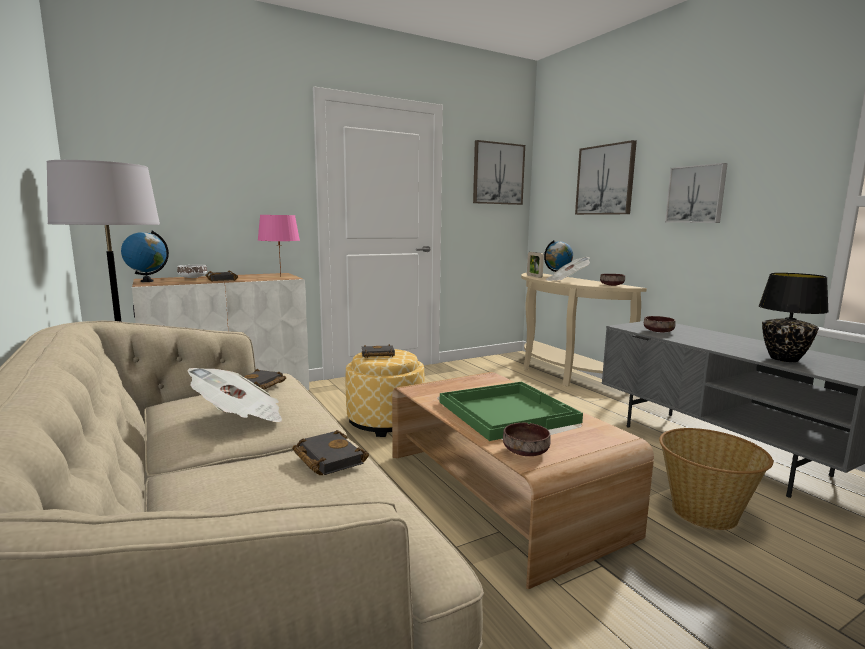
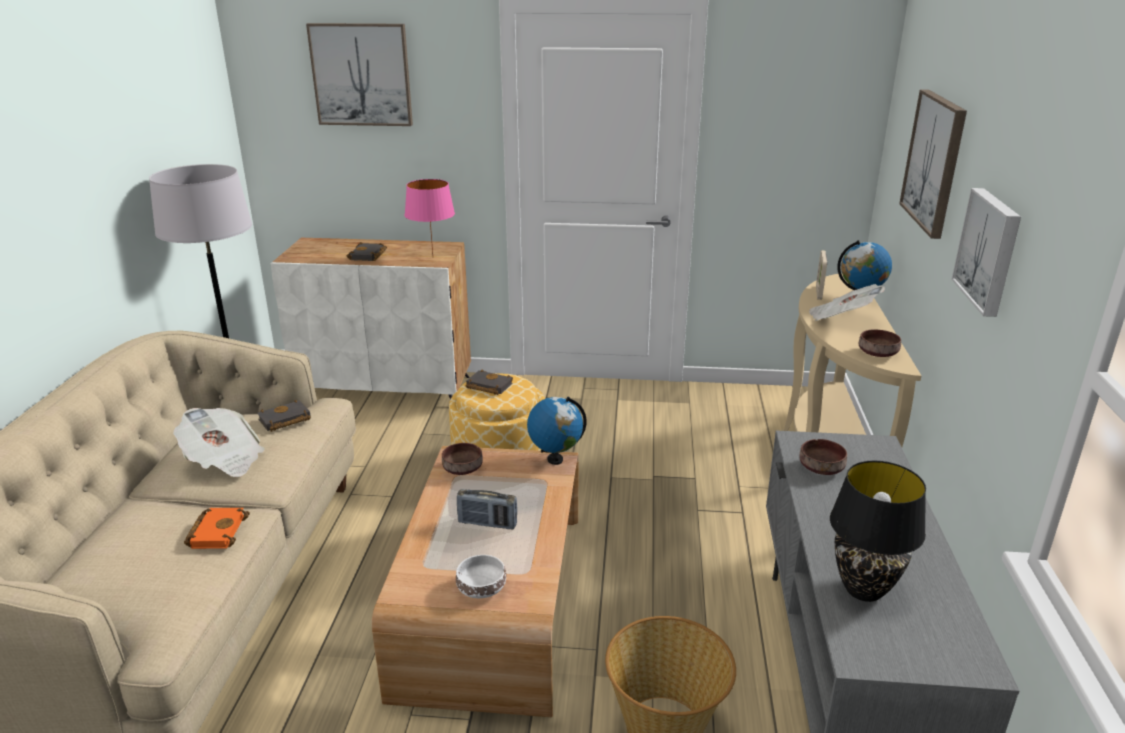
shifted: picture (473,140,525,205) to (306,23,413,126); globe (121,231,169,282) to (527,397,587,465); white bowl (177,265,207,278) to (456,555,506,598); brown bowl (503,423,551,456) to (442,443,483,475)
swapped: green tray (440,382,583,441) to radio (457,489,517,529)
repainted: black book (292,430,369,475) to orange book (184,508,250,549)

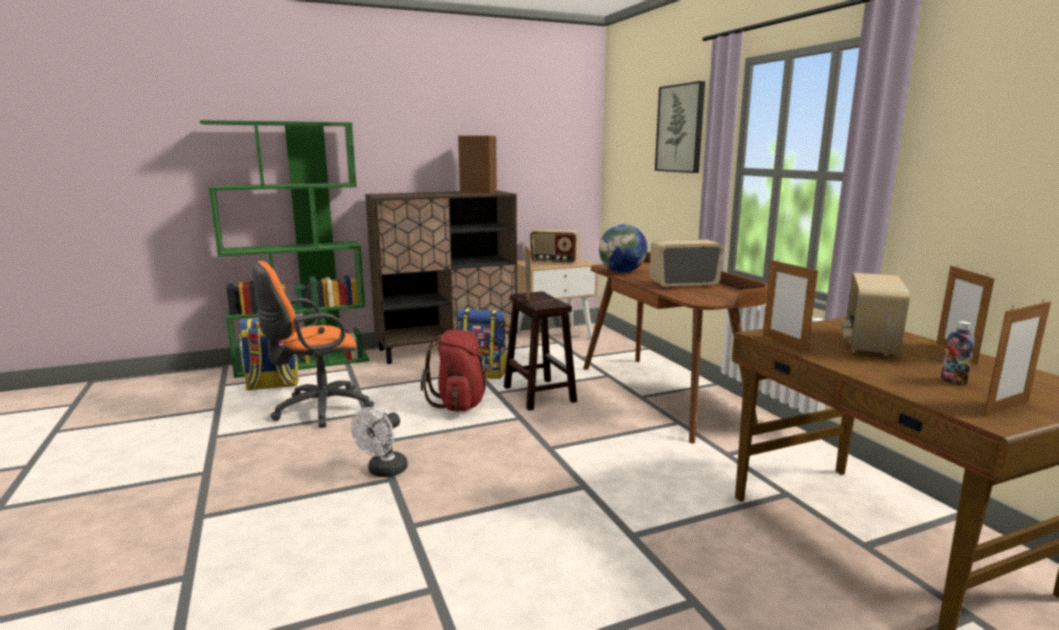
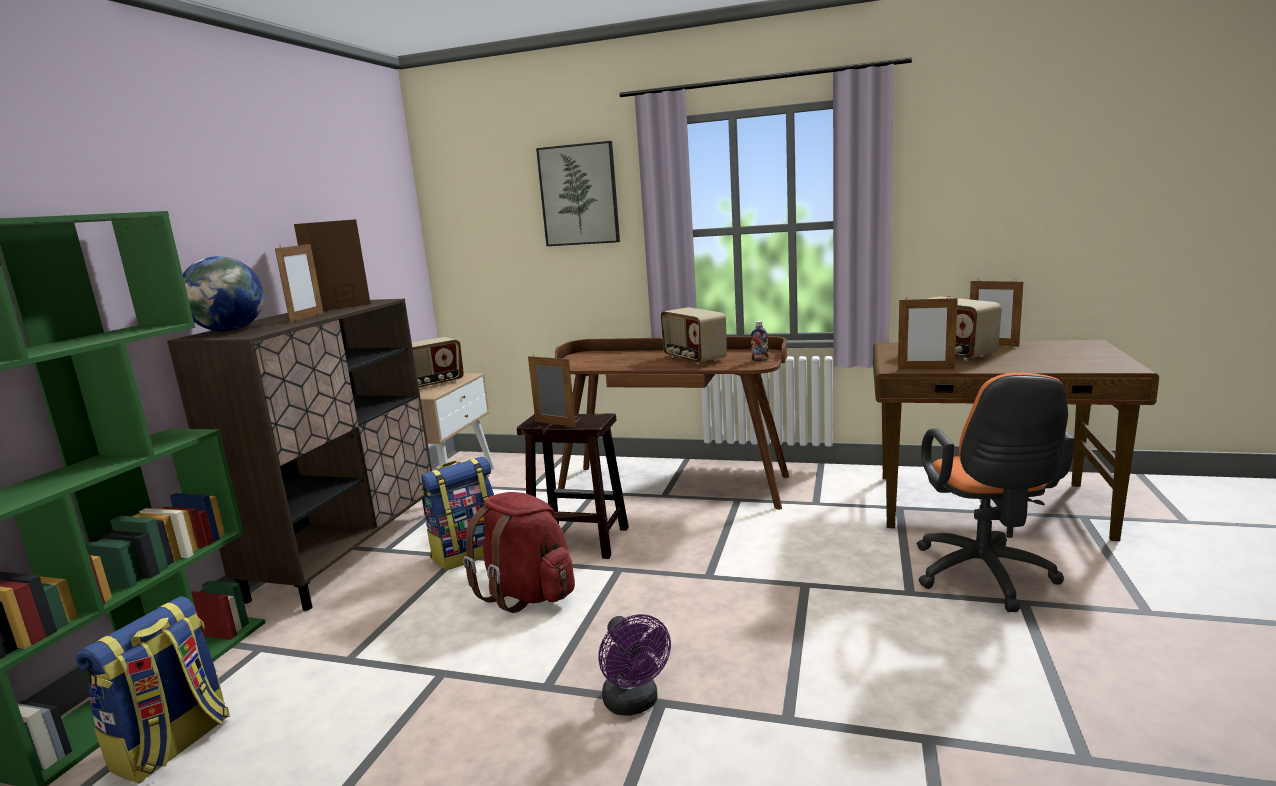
shifted: globe (599,224,647,273) to (183,256,264,332); orange office chair (253,261,374,428) to (917,373,1075,612); picture frame (984,299,1051,416) to (275,242,324,322); bottle (941,321,975,385) to (751,321,769,361)
repainted: white fan (351,407,408,477) to purple fan (598,614,671,716)
rotated: radio (650,239,724,288) = (661,307,727,365) 60 degrees counterclockwise

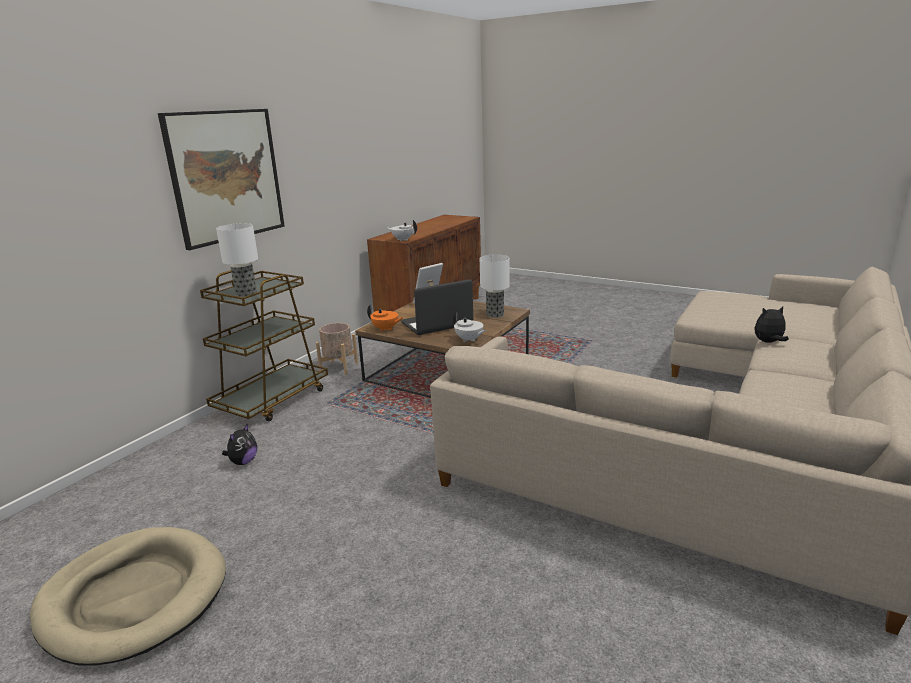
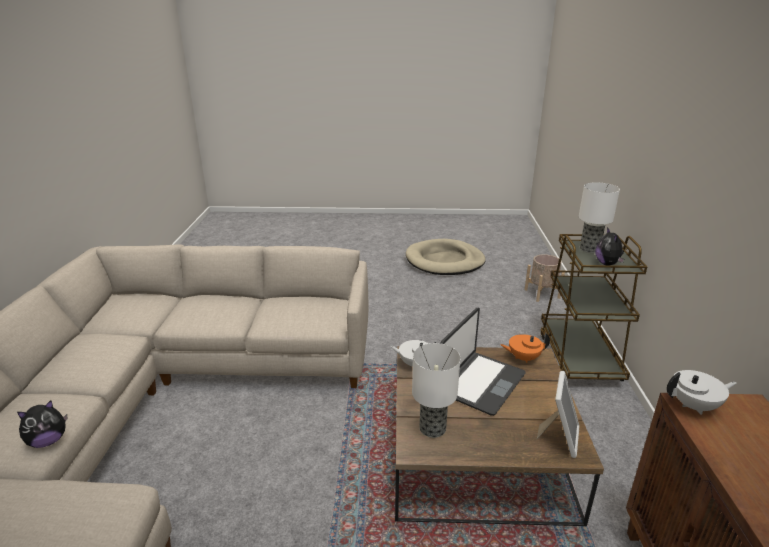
gone: picture (158,109,285,250)
shifted: beige planter (316,323,358,375) to (525,254,565,302); plush toy (222,423,257,465) to (596,227,624,265)

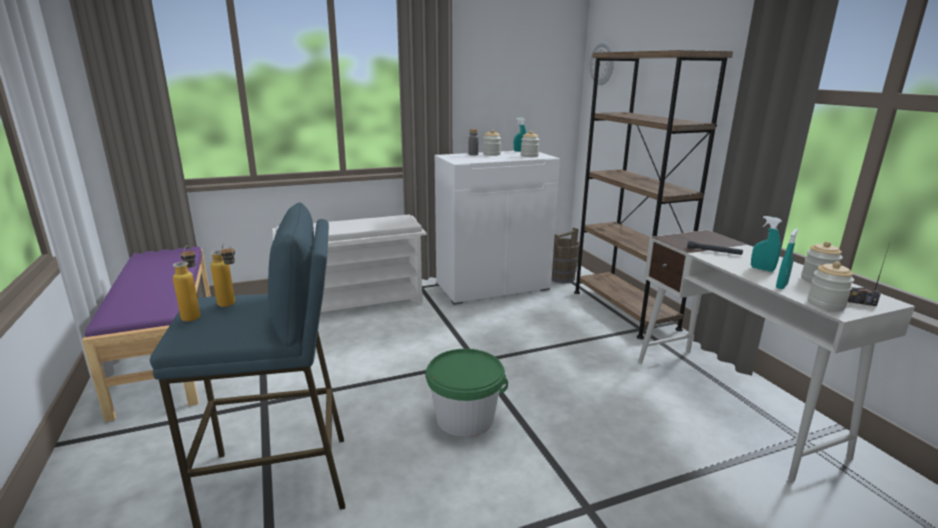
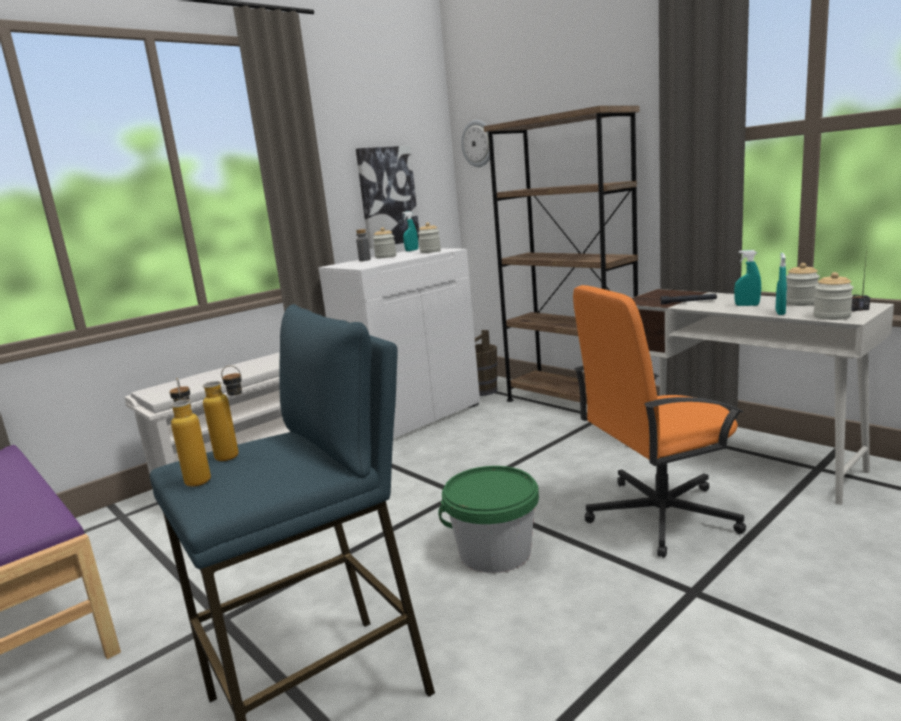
new: picture (356,146,419,249); orange office chair (573,285,746,558)

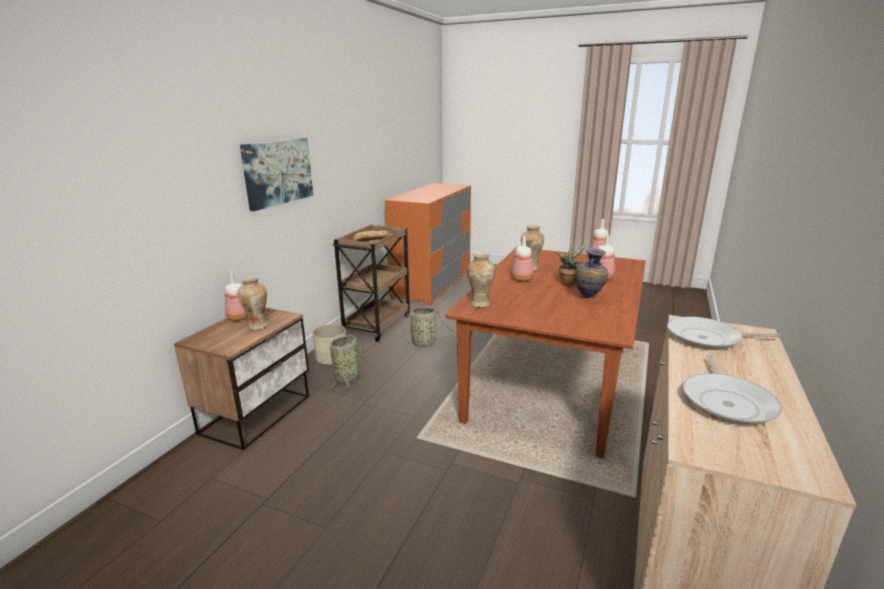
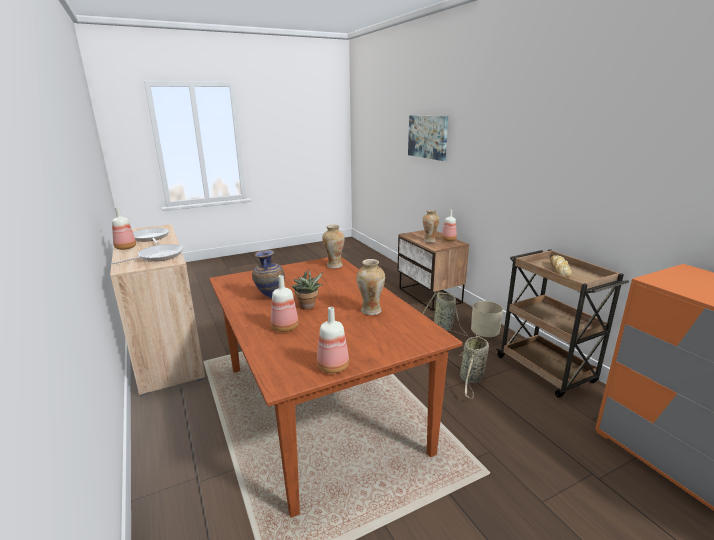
shifted: picture (240,138,313,211) to (408,115,448,161); bottle (511,235,533,282) to (112,207,136,250)

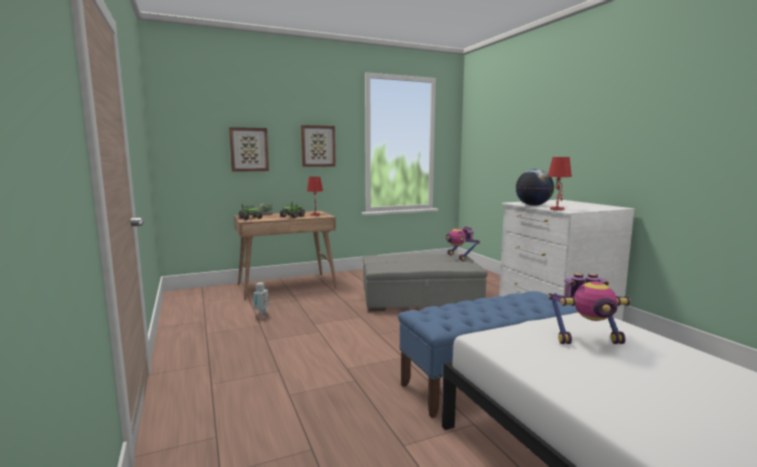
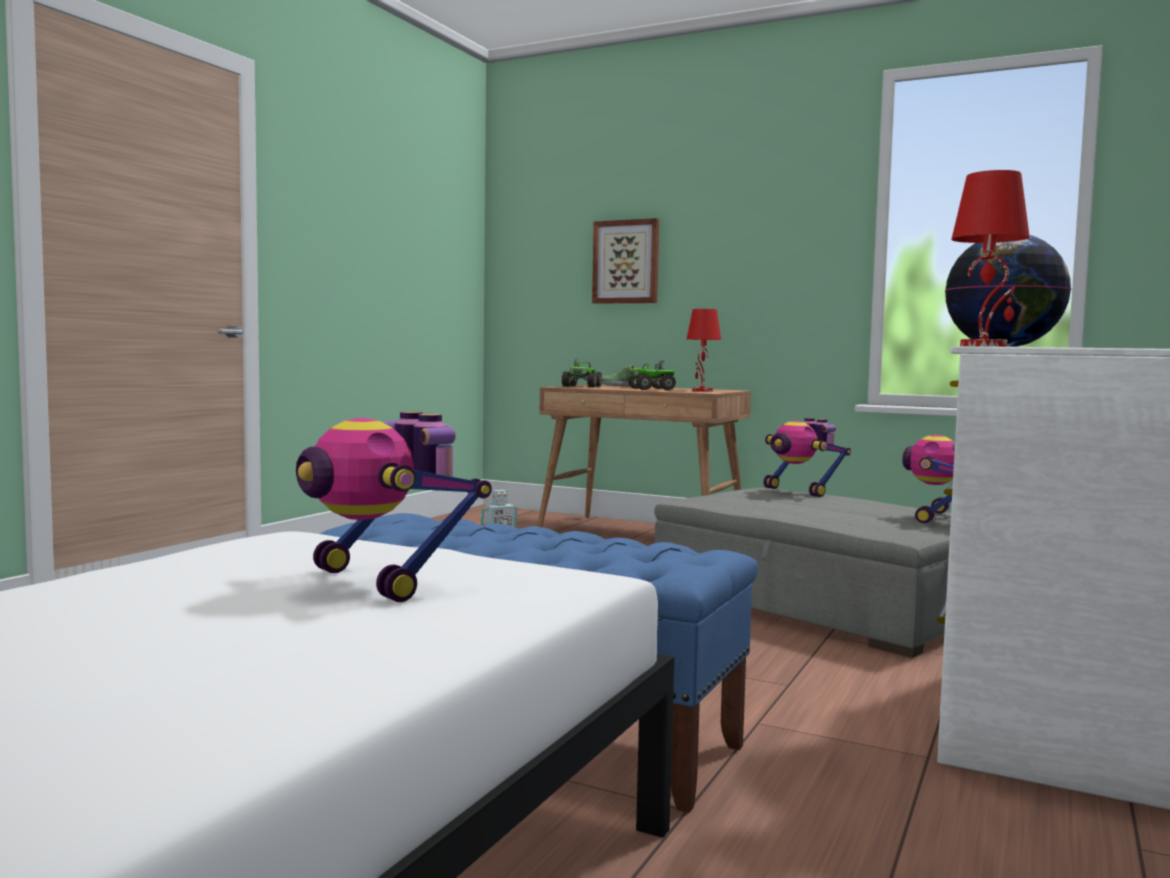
gone: picture (301,125,336,167)
new: toy robot (763,418,851,497)

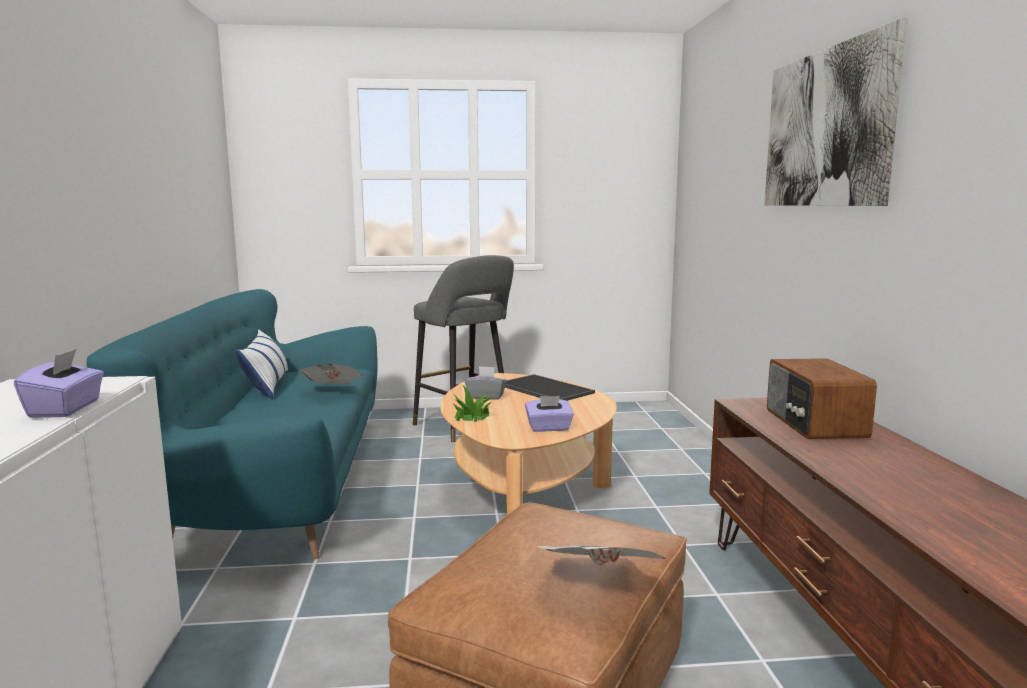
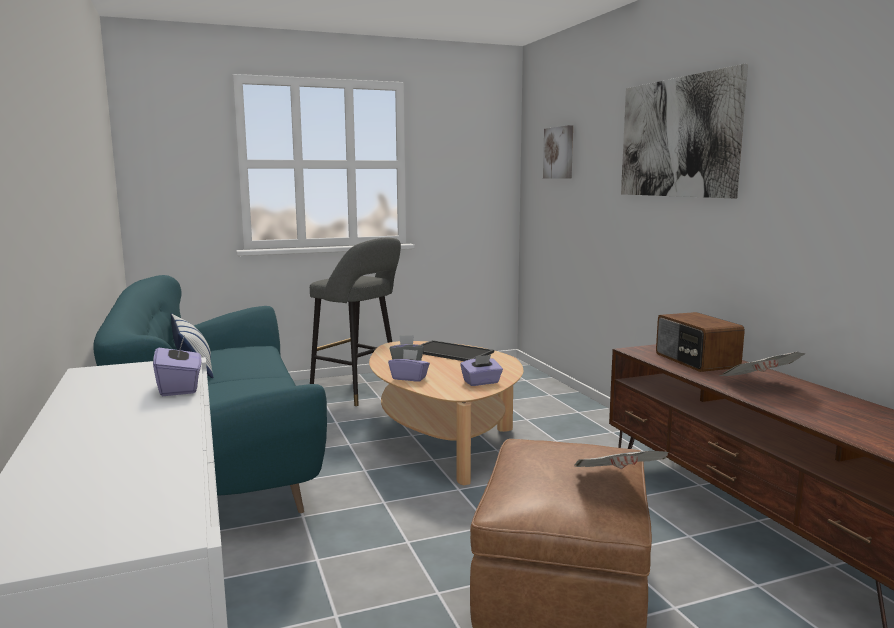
new: picture (543,125,573,179)
shifted: newspaper (298,363,362,384) to (719,352,805,376)
swapped: potted plant (453,384,492,422) to purple tissue box (388,349,430,382)

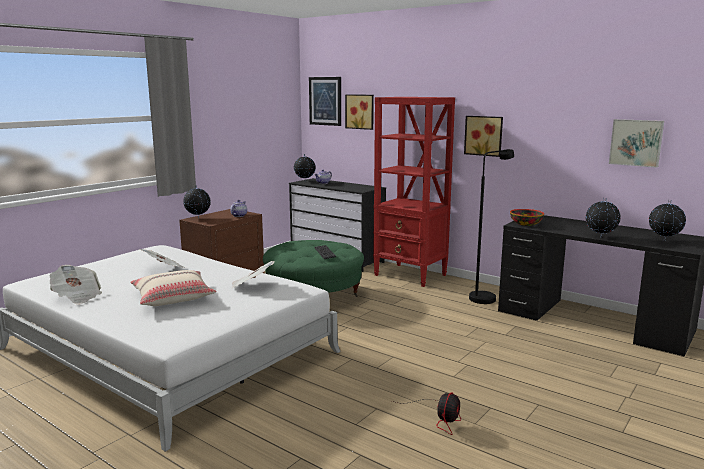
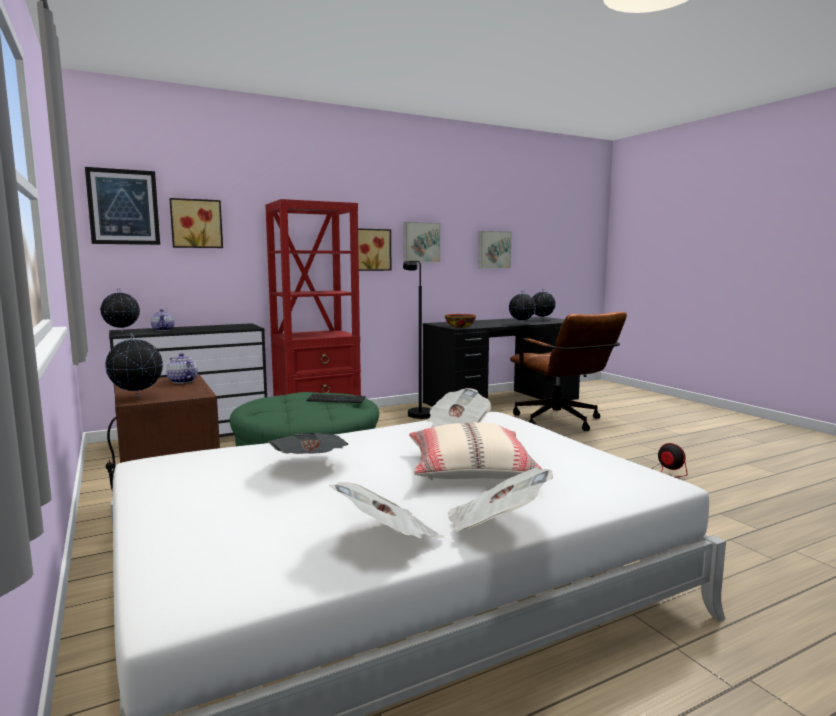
new: picture (403,222,441,262); brown office chair (510,312,627,431); newspaper (448,467,553,533)

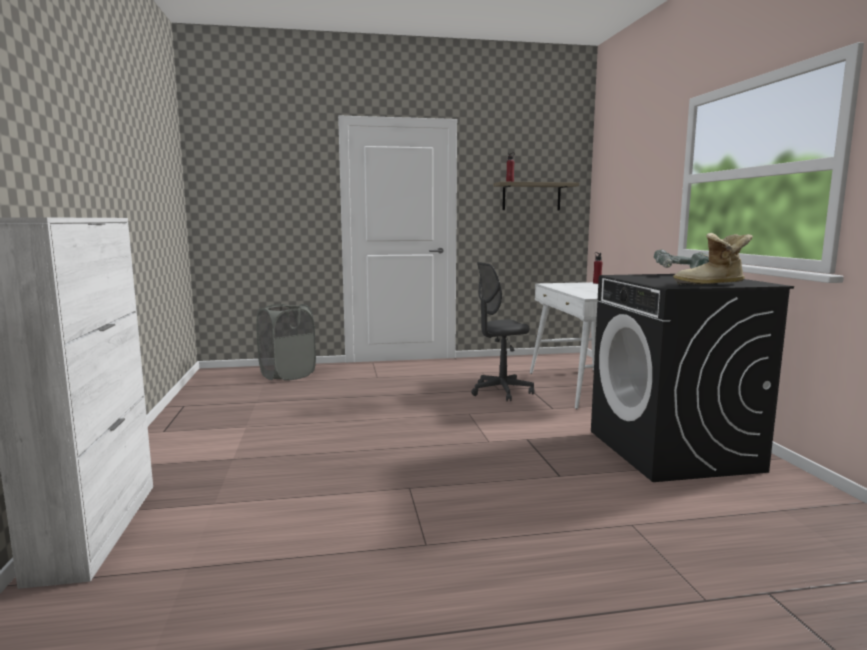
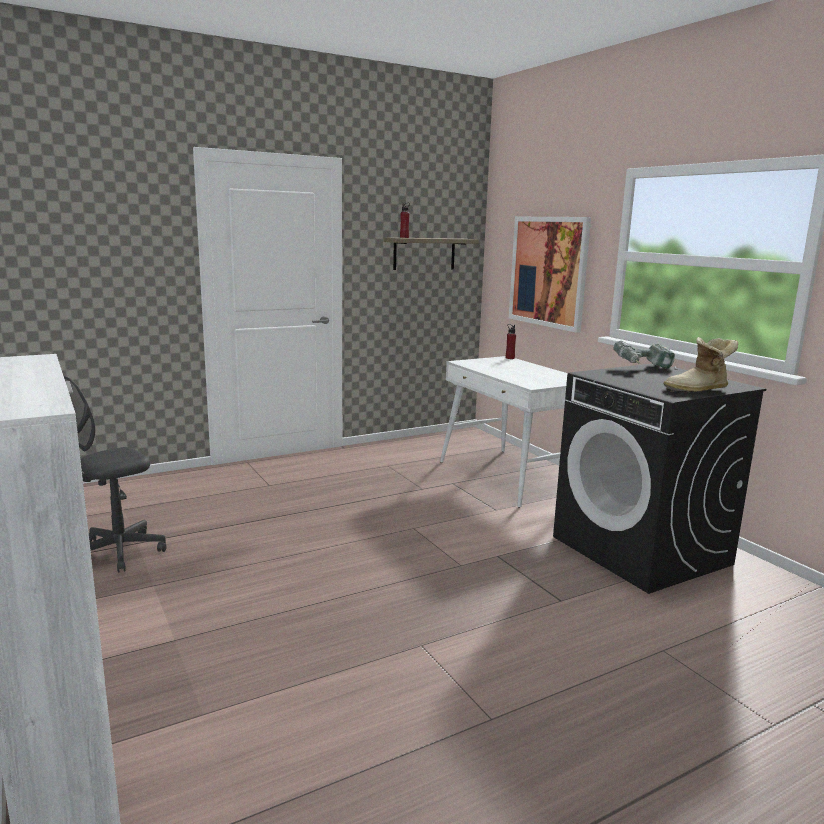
gone: grey laundry basket (256,304,316,381)
new: picture (509,217,591,333)
shifted: grey office chair (471,262,534,401) to (63,374,167,573)

